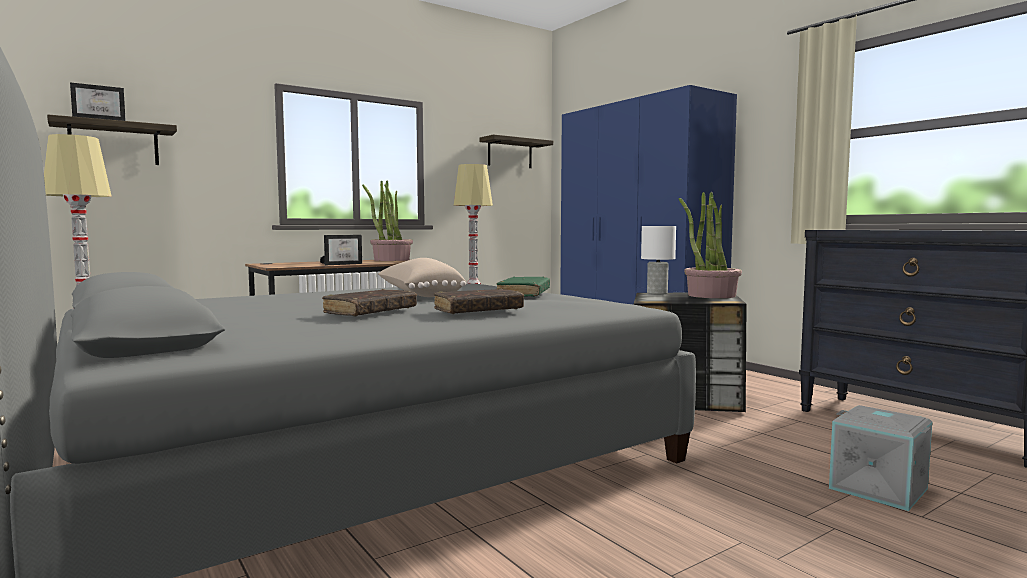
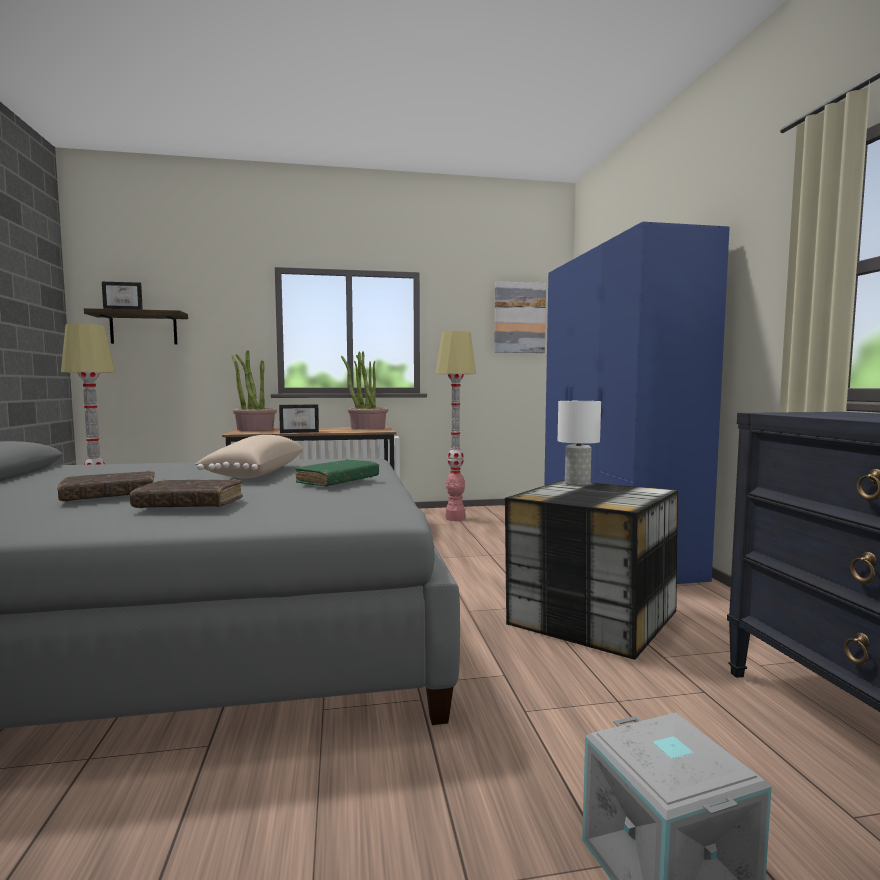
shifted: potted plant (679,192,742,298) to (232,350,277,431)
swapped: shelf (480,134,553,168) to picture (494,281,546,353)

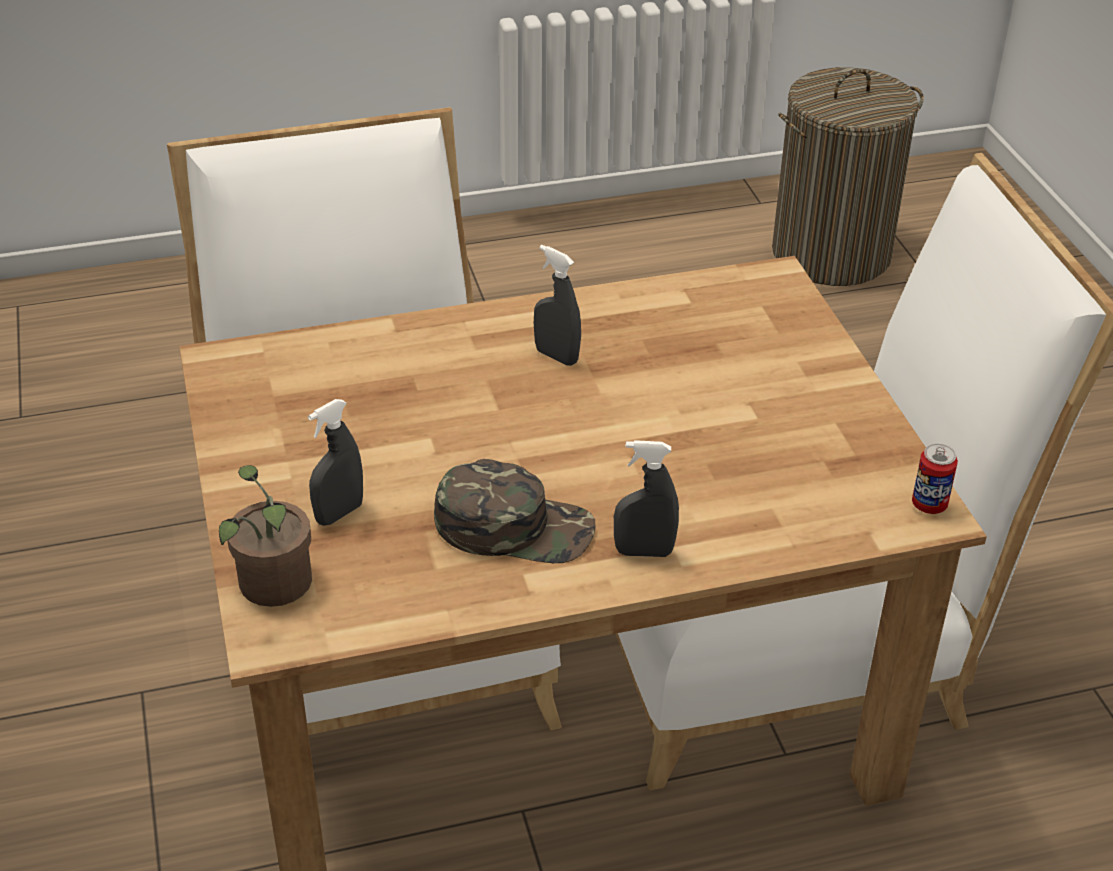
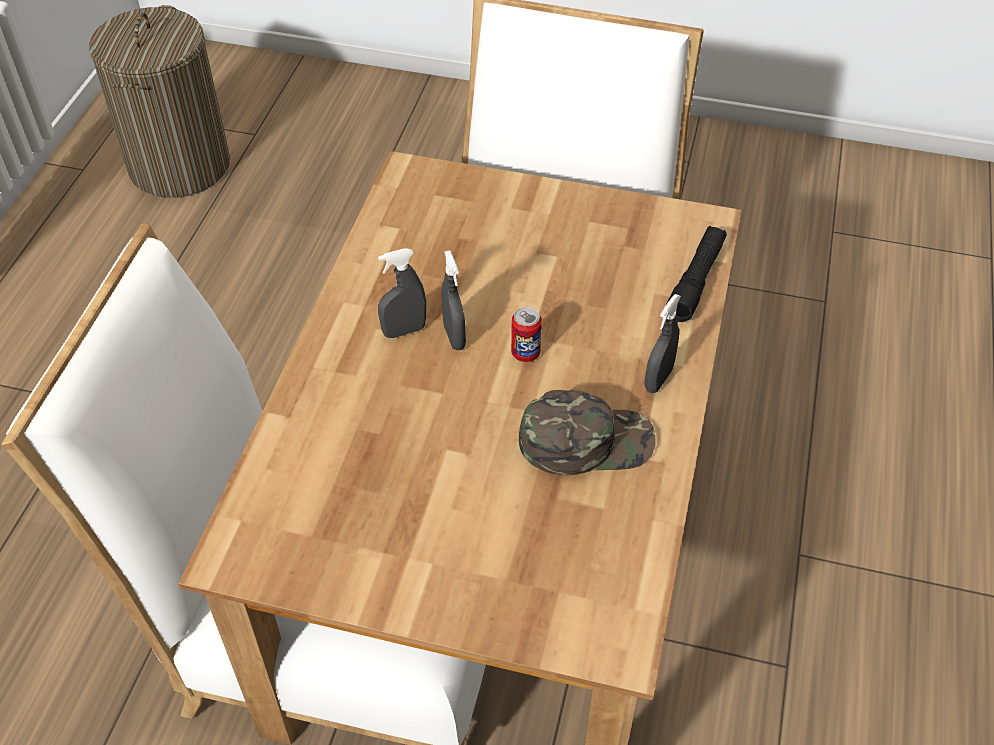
gone: potted plant (219,465,312,607)
new: black flashlight (667,226,727,322)
shifted: grey spray bottle (308,399,363,526) to (442,250,466,350); can (912,444,958,514) to (511,307,542,362)
rotated: green cap (434,459,596,563) = (519,390,656,475) 45 degrees clockwise

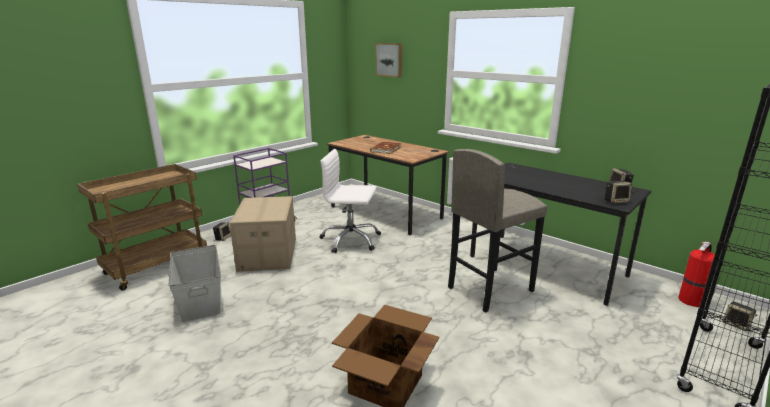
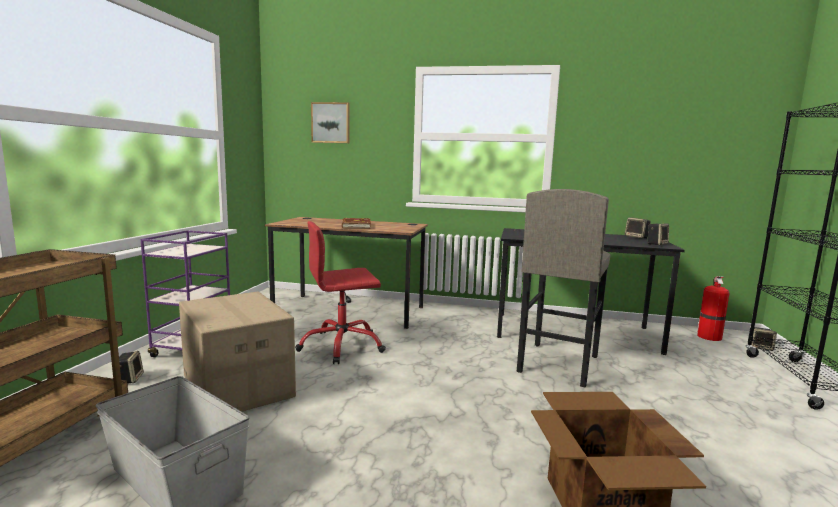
repainted: white office chair (319,149,381,253) to red office chair (295,221,386,364)

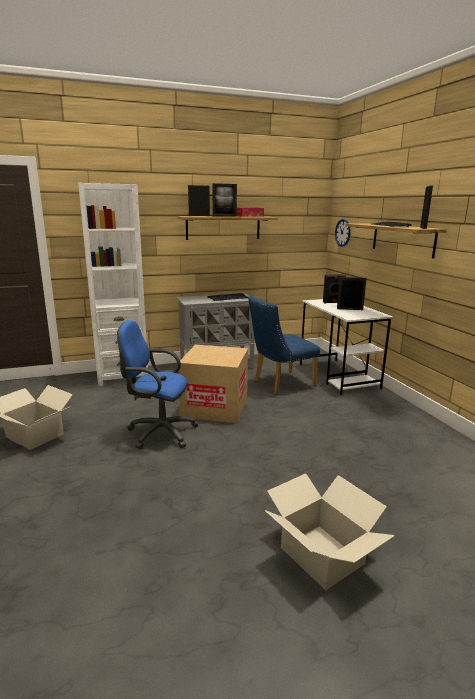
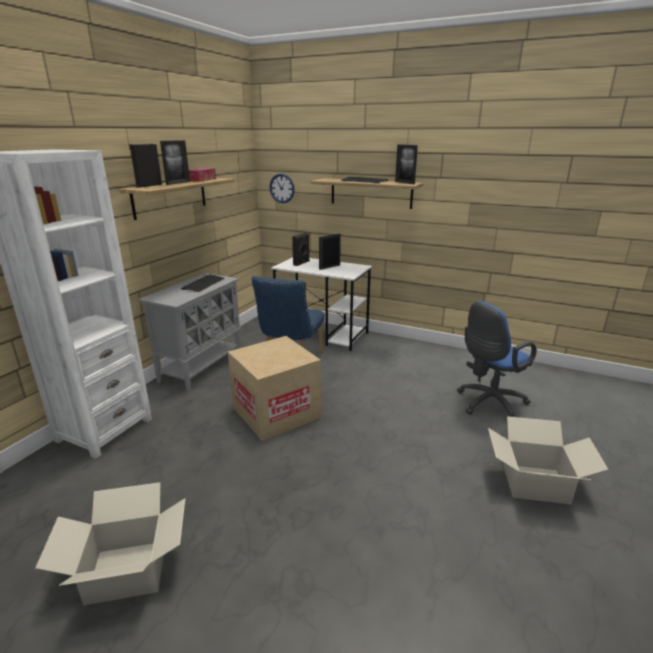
shifted: blue office chair (117,320,199,449) to (457,301,537,417)

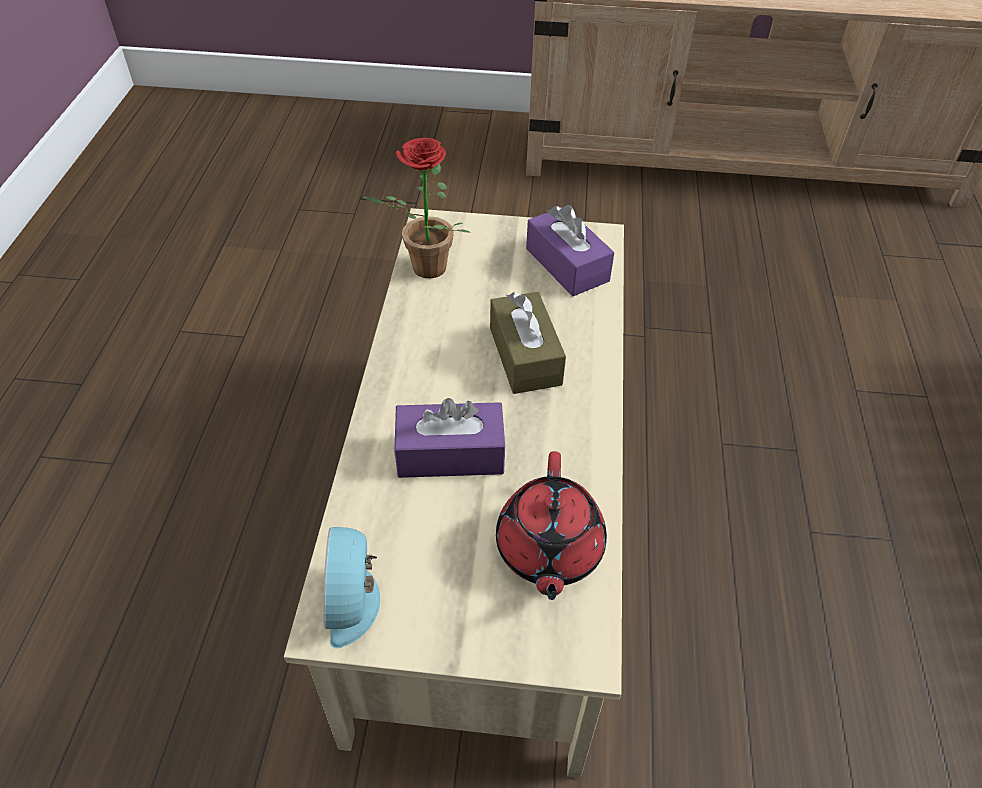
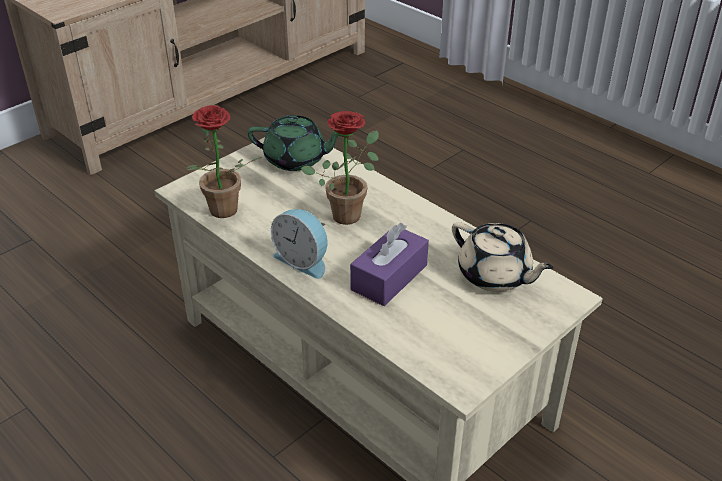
shifted: alarm clock (323,527,380,649) to (271,209,328,279)
swapped: purple tissue box (526,205,614,296) to green teapot (248,115,339,171); brown tissue box (490,292,566,394) to potted plant (301,111,379,225)
repainted: red teapot (496,451,607,600) to beige teapot (452,222,554,292)

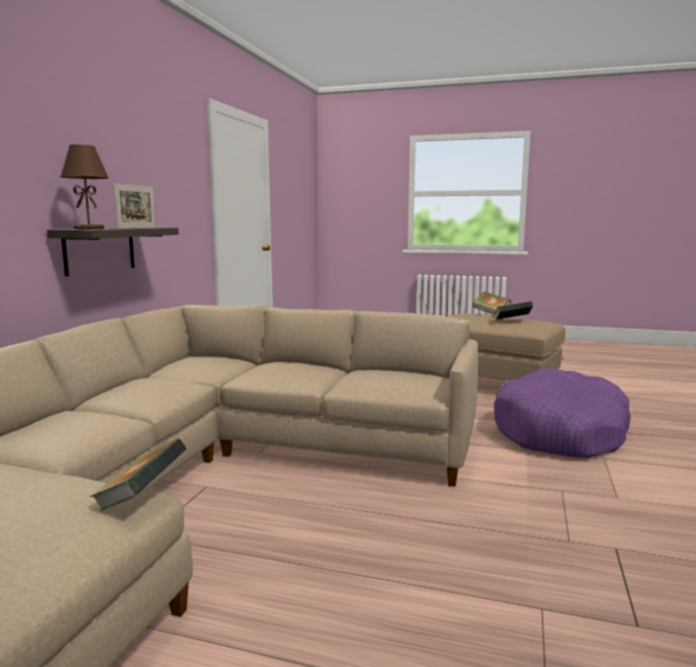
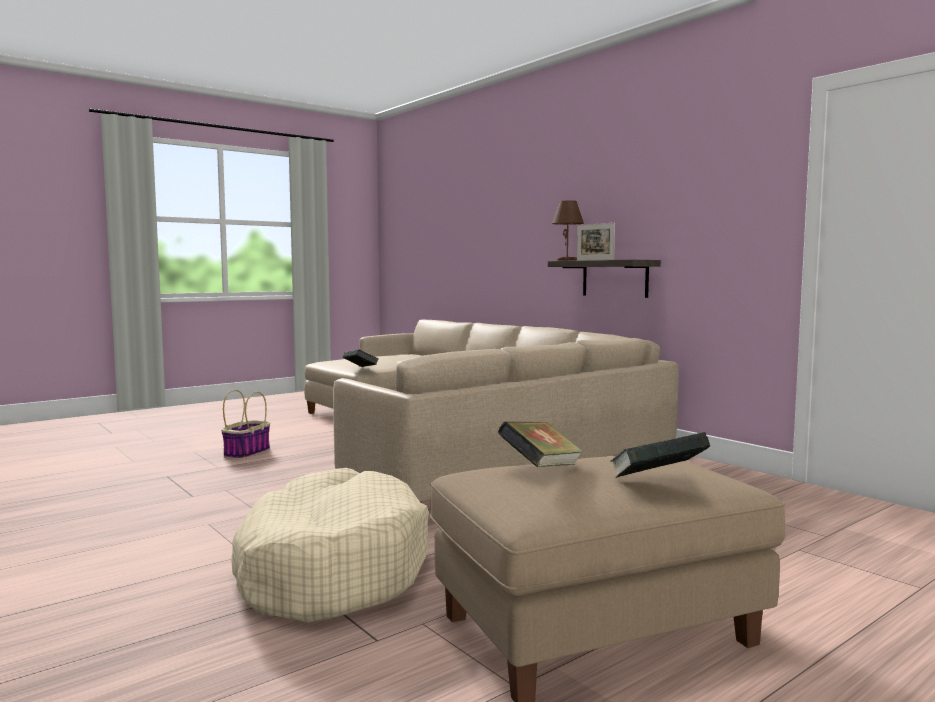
new: basket (221,390,270,460)
repainted: purple dog bed (494,368,631,458) to beige dog bed (231,468,429,623)

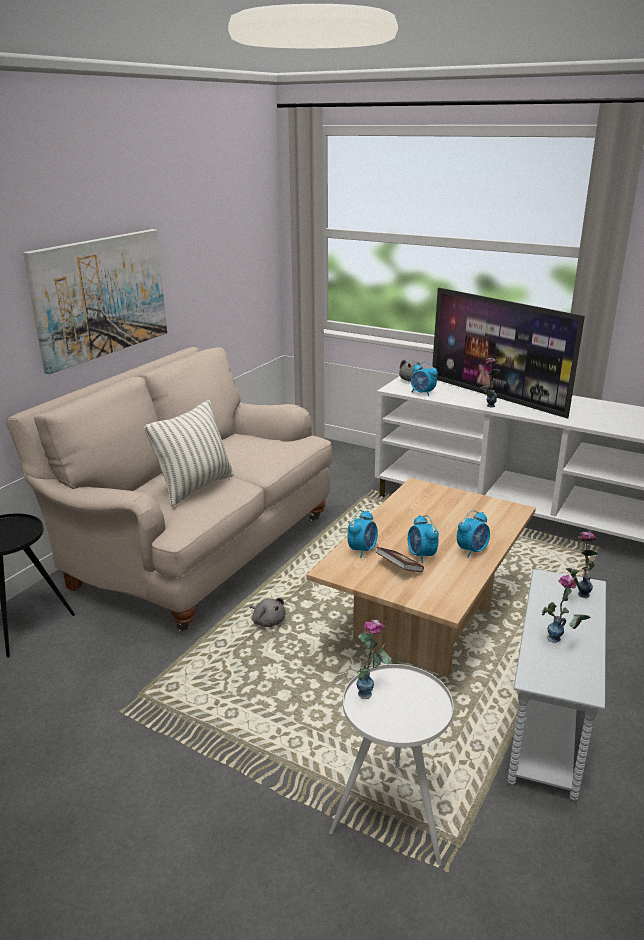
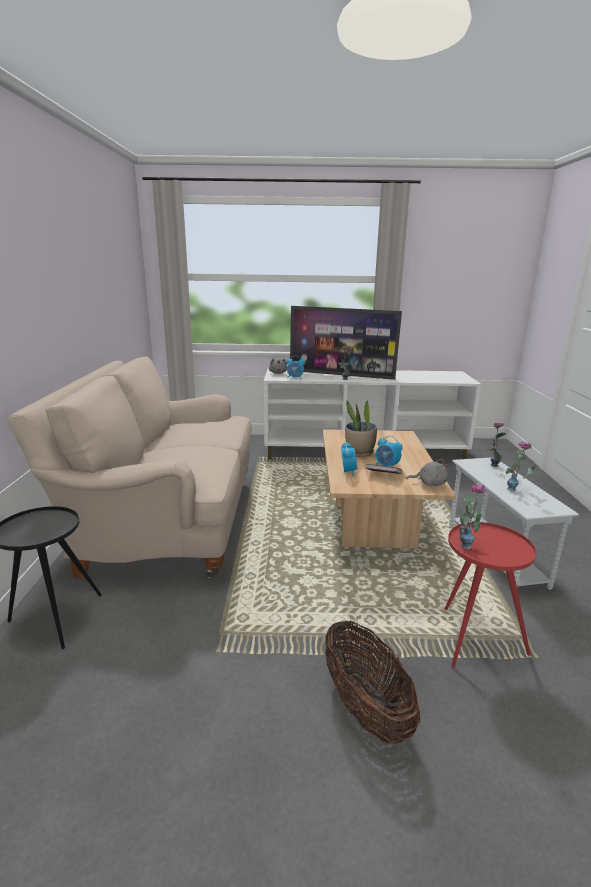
gone: picture (23,229,167,374); pillow (144,400,234,506); alarm clock (457,510,490,558)
new: potted plant (345,400,377,457); basket (325,620,420,744)
shifted: grey plush toy (250,598,286,627) to (406,459,449,486)
repainted: white side table (329,664,454,866) to red side table (445,522,536,668)

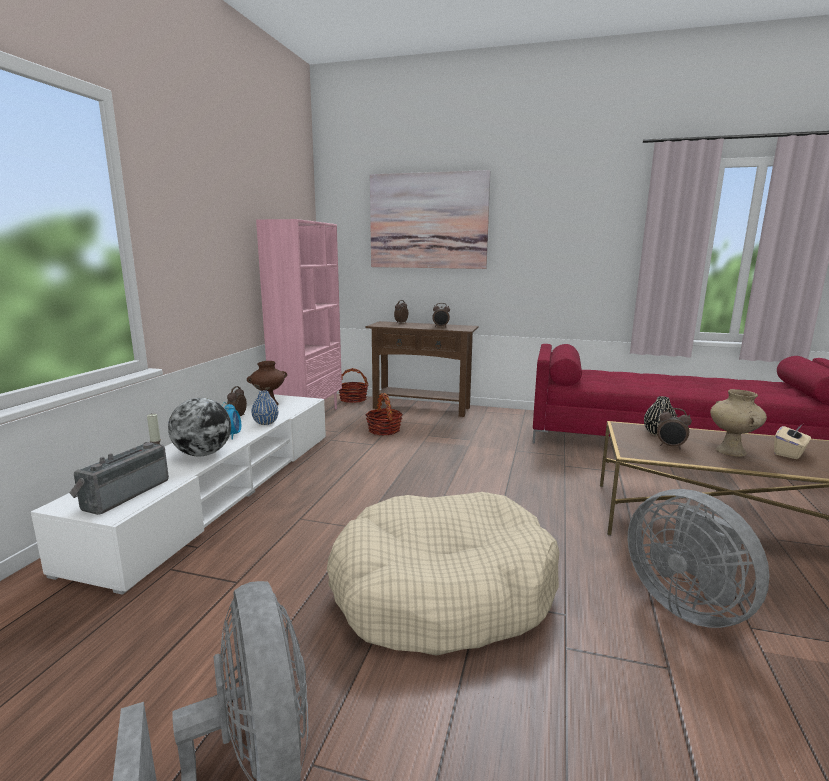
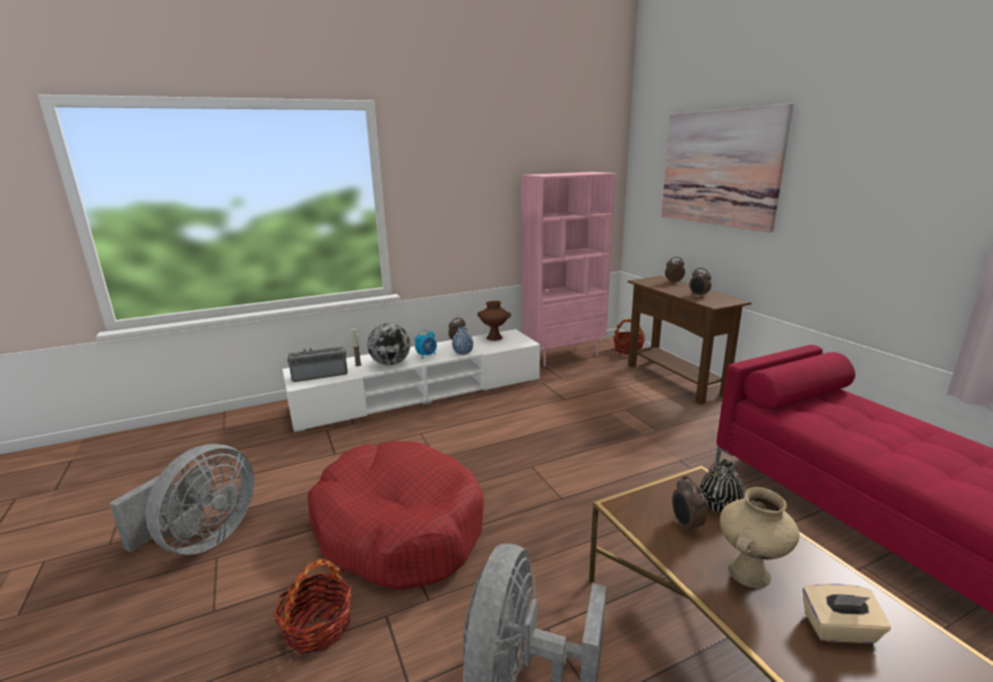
shifted: basket (366,393,403,435) to (273,559,351,654)
repainted: beige dog bed (327,492,560,656) to red dog bed (308,441,484,590)

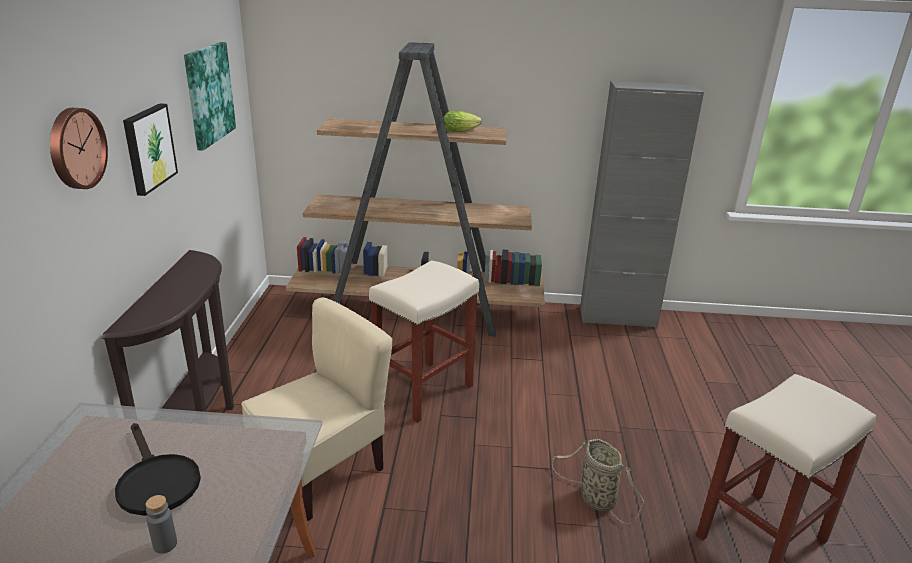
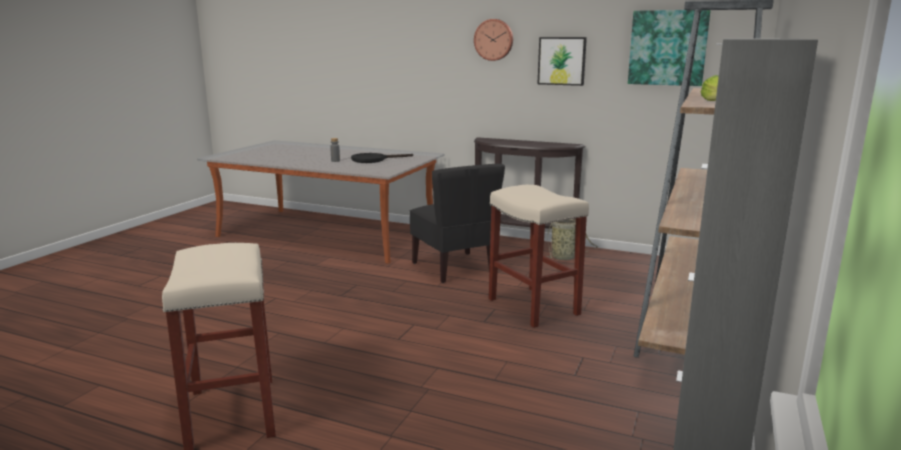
shifted: basket (552,439,644,524) to (546,219,598,260)
repainted: beige chair (241,297,393,521) to black chair (410,164,505,283)

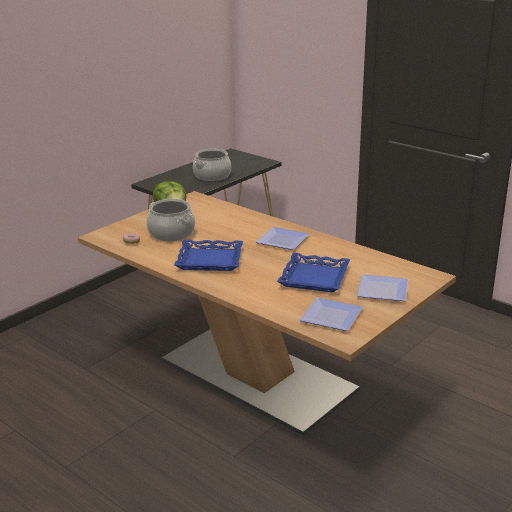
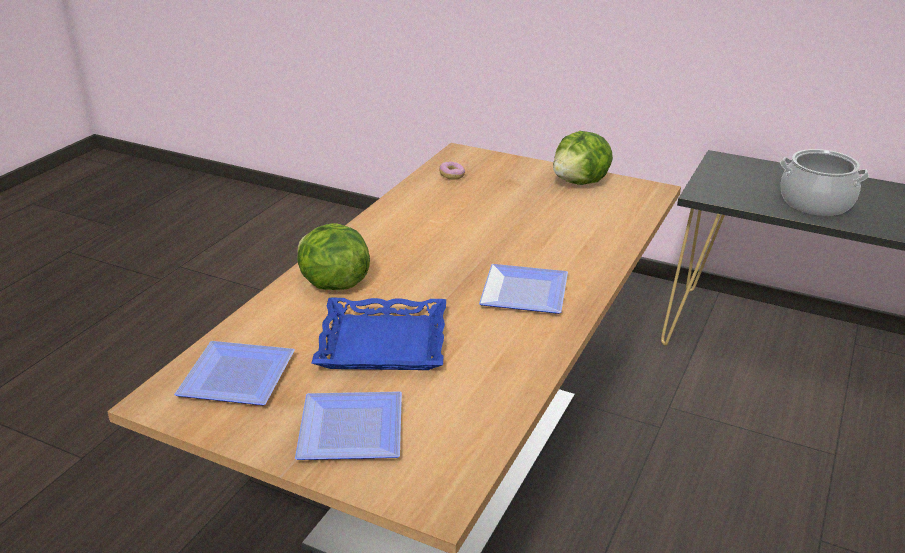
gone: cooking pot (146,199,195,241); blue tray (174,240,243,271)
new: lettuce (297,223,370,290)

